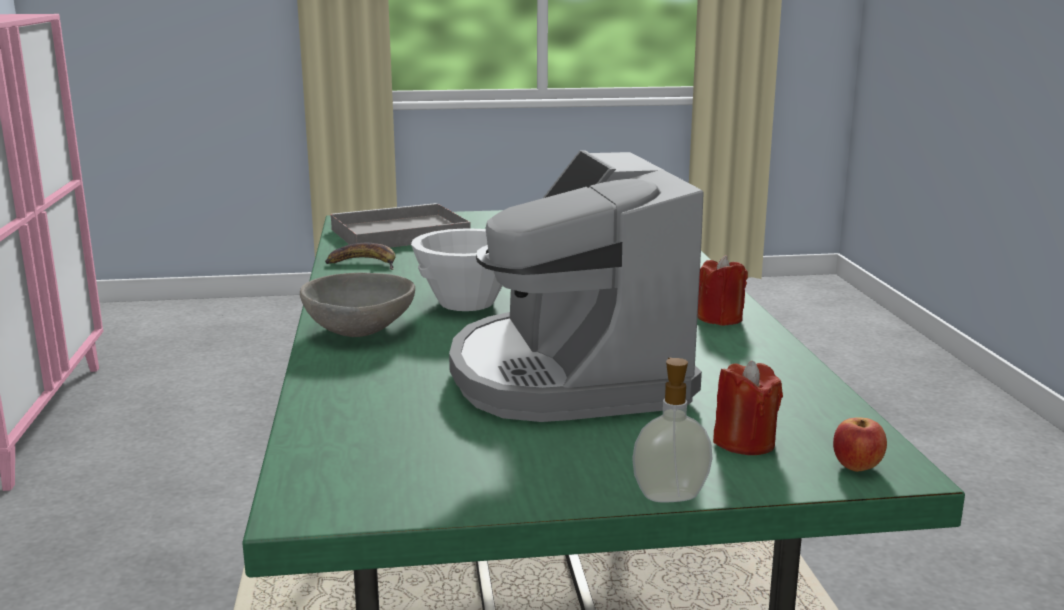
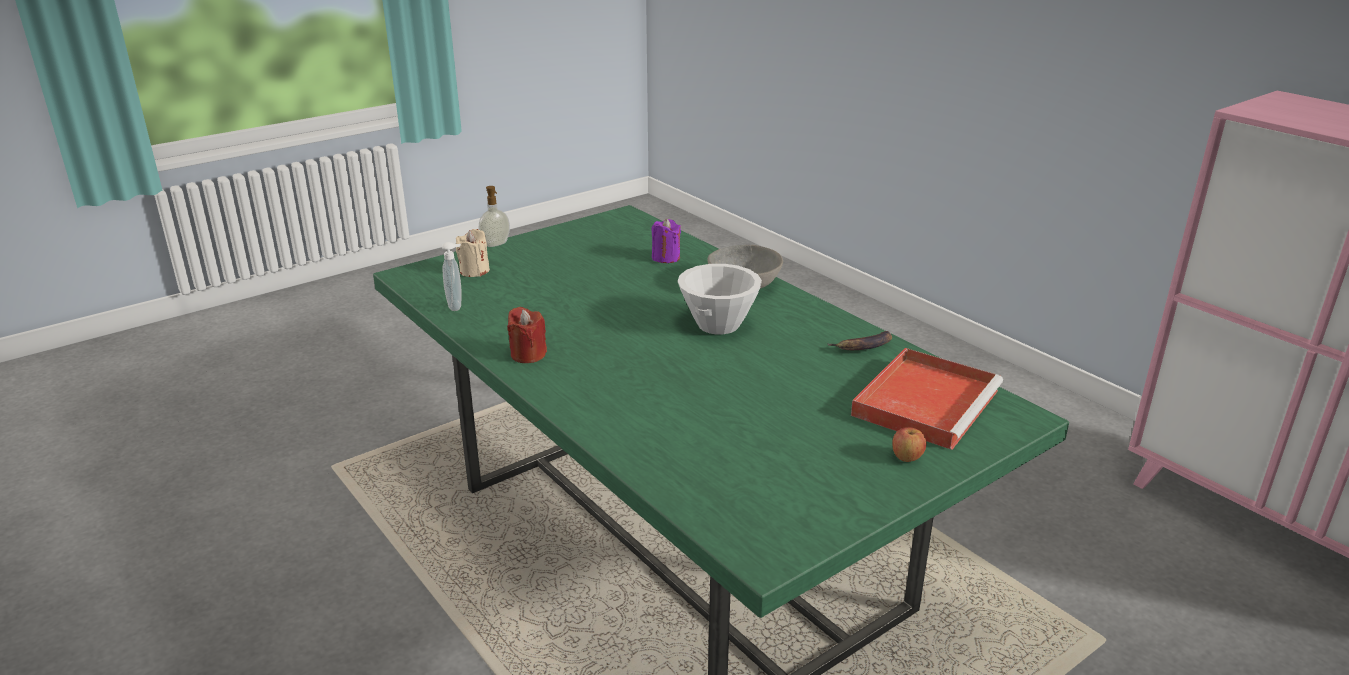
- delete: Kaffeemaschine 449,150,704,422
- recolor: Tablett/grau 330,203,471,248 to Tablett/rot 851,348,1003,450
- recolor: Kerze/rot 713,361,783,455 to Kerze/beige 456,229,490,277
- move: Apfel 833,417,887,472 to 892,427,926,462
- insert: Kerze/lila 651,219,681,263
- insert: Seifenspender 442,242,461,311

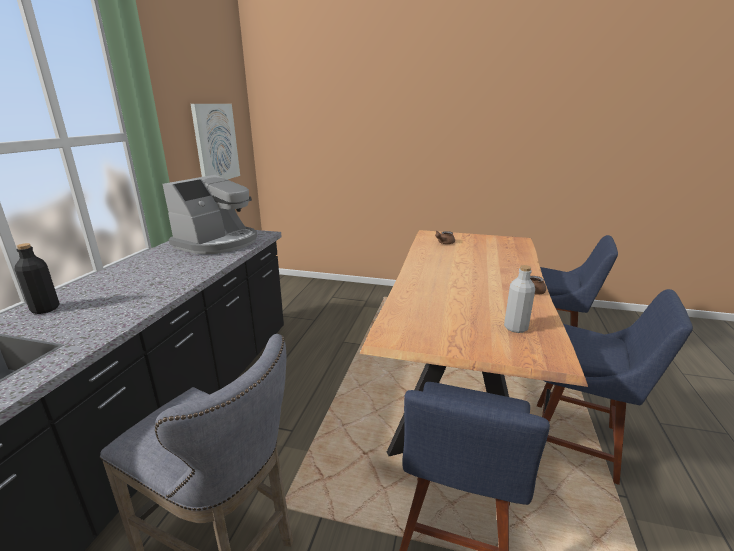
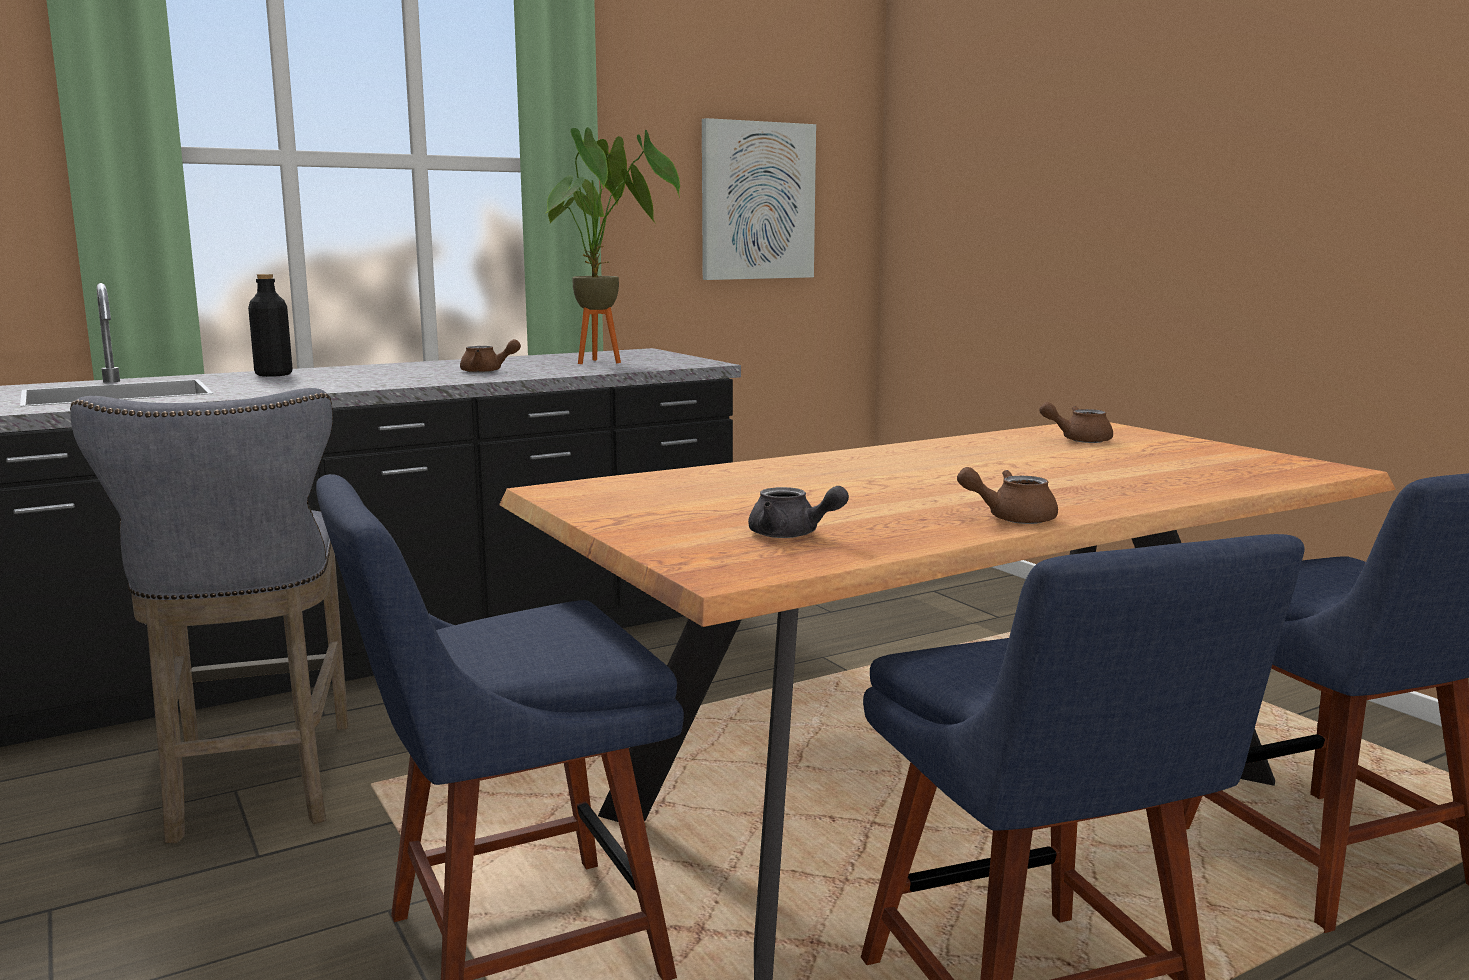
- replace: Kaffeemaschine 162,175,257,254 to Topfpflanze 545,127,680,364
- replace: Flasche/grau 504,265,535,333 to Teekanne/grau 748,486,849,538
- insert: Teekanne/braun 460,339,521,373

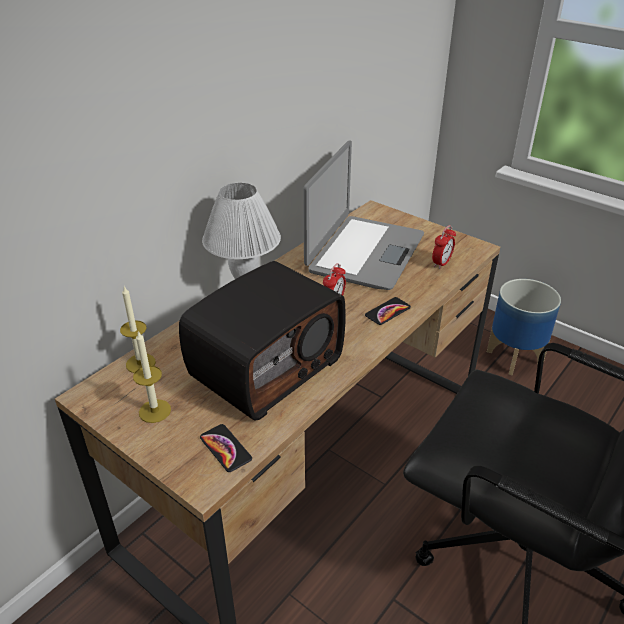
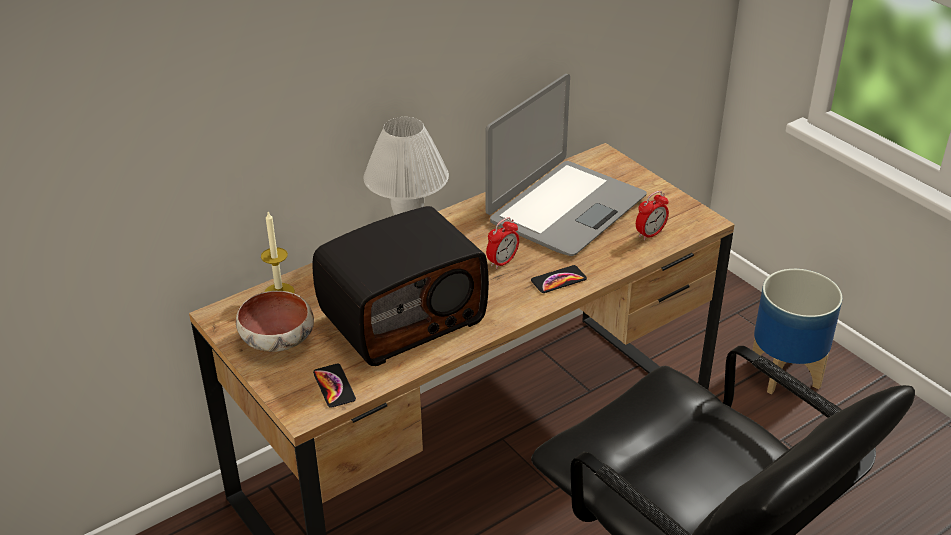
- replace: Kerze 133,330,171,423 to Schüssel 236,291,314,352

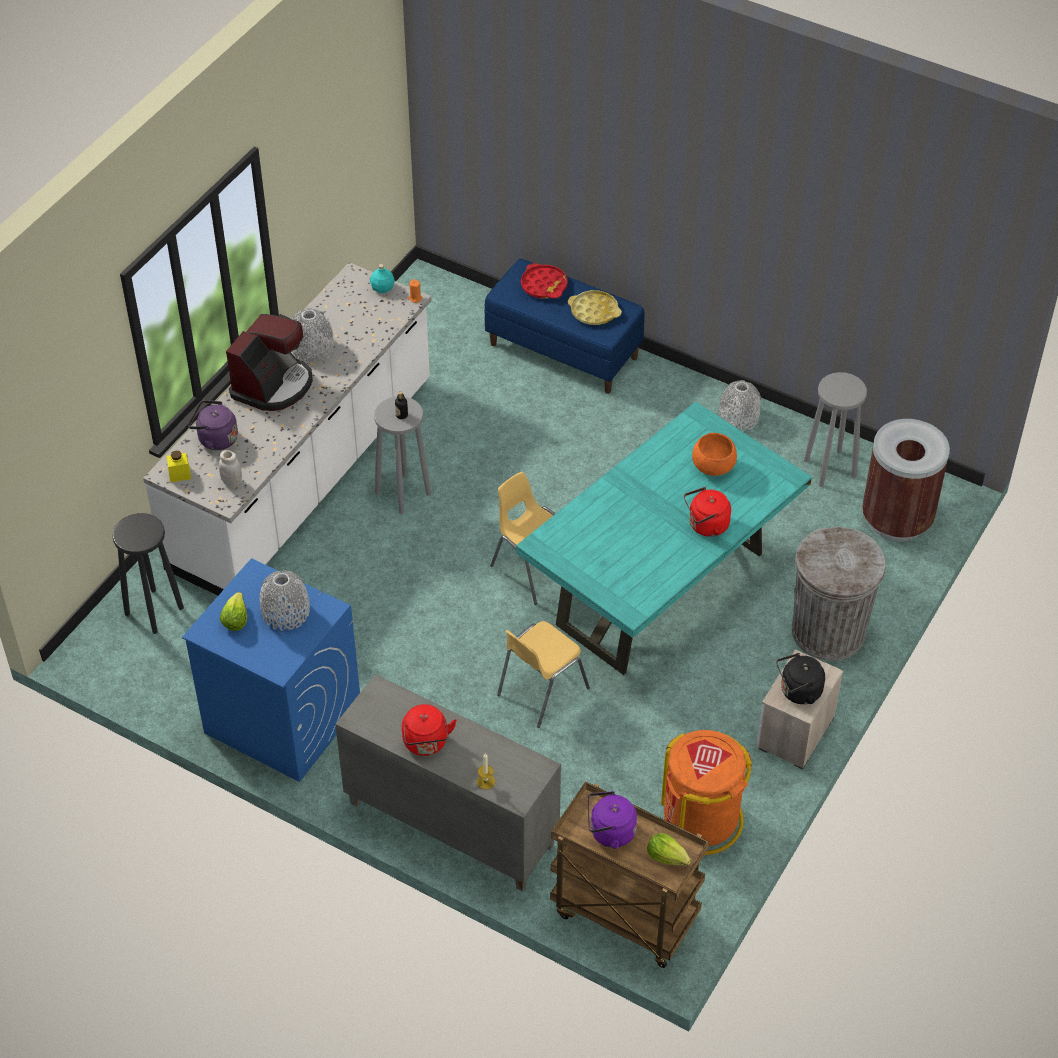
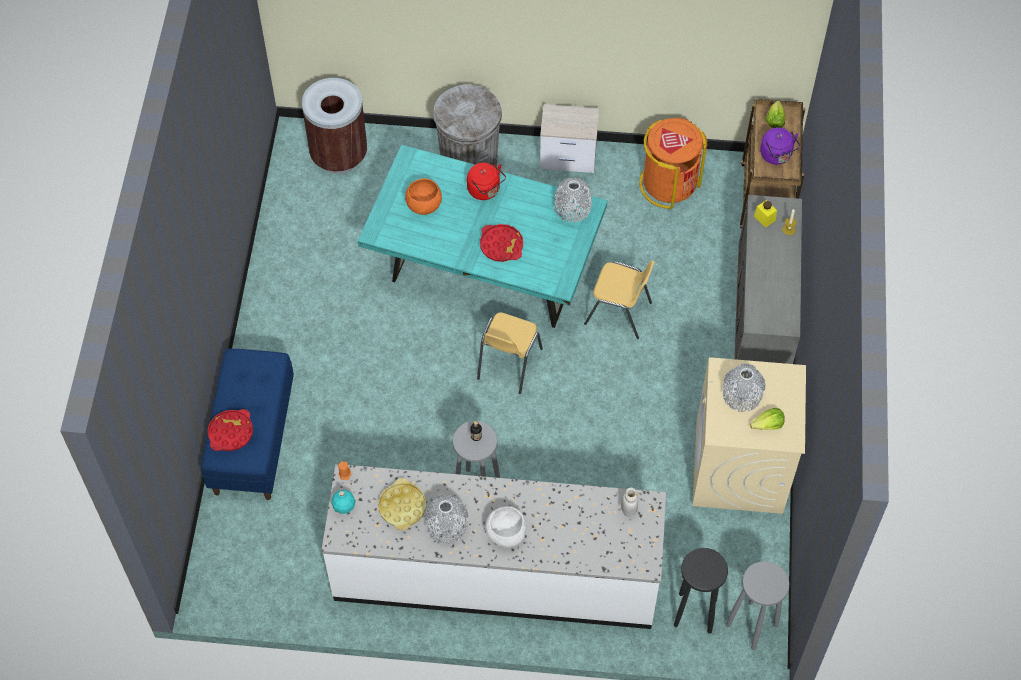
- move: Tablett/gelb 568,290,622,325 to 379,479,426,531
- replace: Kaffeemaschine 226,314,313,411 to Schüssel/weiß 485,506,527,547
- move: Hocker/grau 804,372,867,487 to 726,561,789,650
- move: Vase/grau 719,380,761,431 to 555,178,592,223
- delete: Wasserkessel/lila 188,400,238,450
- move: Vorratsglas/gelb 167,450,191,482 to 754,200,777,228
- recolor: Waschmaschine/blau 182,558,360,782 to Waschmaschine/beige 693,357,806,514
- delete: Wasserkessel/schwarz 776,653,825,704
- delete: Wasserkessel/rot 402,704,457,756
- insert: Tablett/rot 480,224,523,262

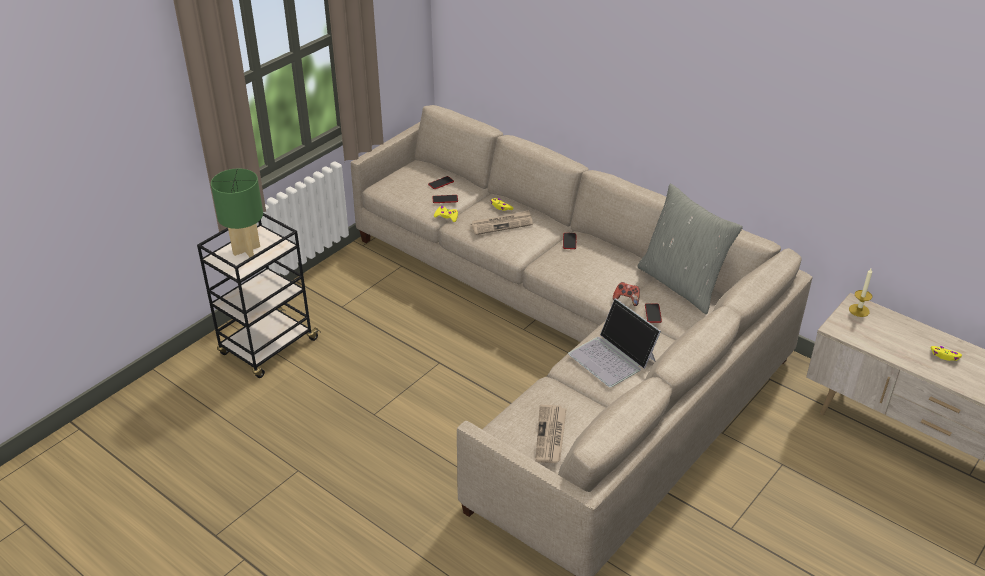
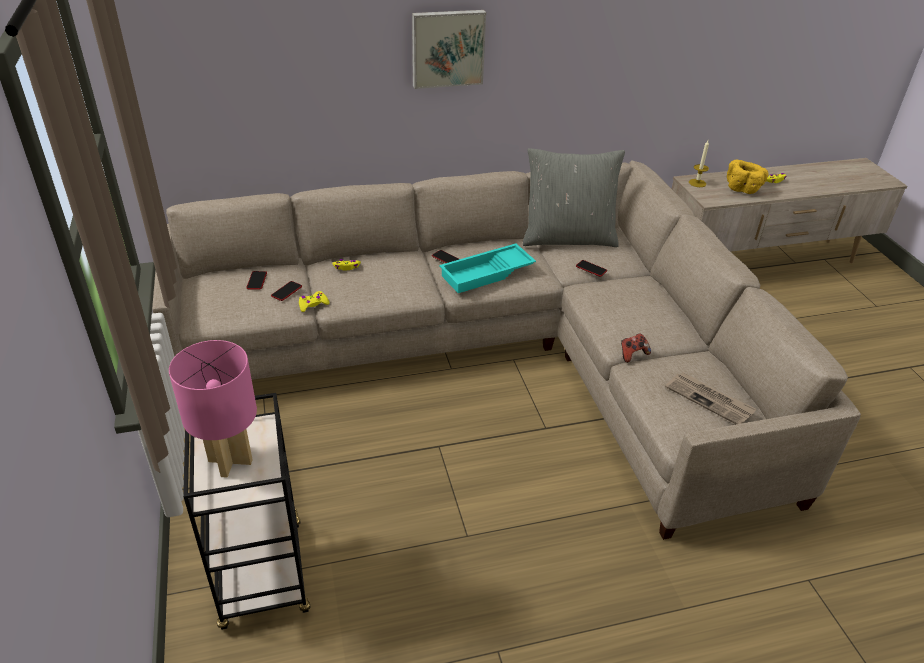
- recolor: Tischlampe/grün 211,168,263,257 to Tischlampe/rosa 169,340,257,478
- delete: Zeitung 471,210,533,235
- move: Gamepad 613,282,640,306 to 621,333,651,363
- delete: Laptop 568,298,661,387
- insert: Bild 412,10,486,89
- insert: Schüssel/gelb 727,160,769,194
- insert: Tablett/türkis 439,244,536,293

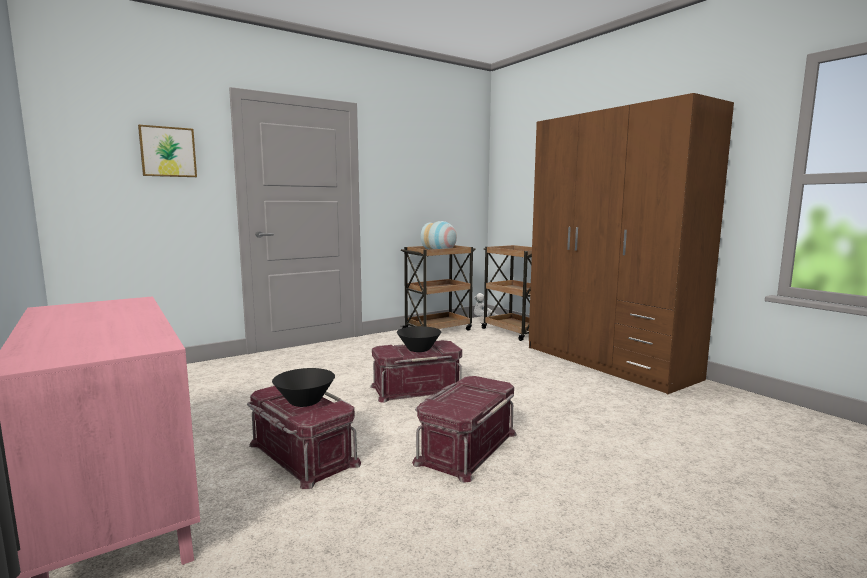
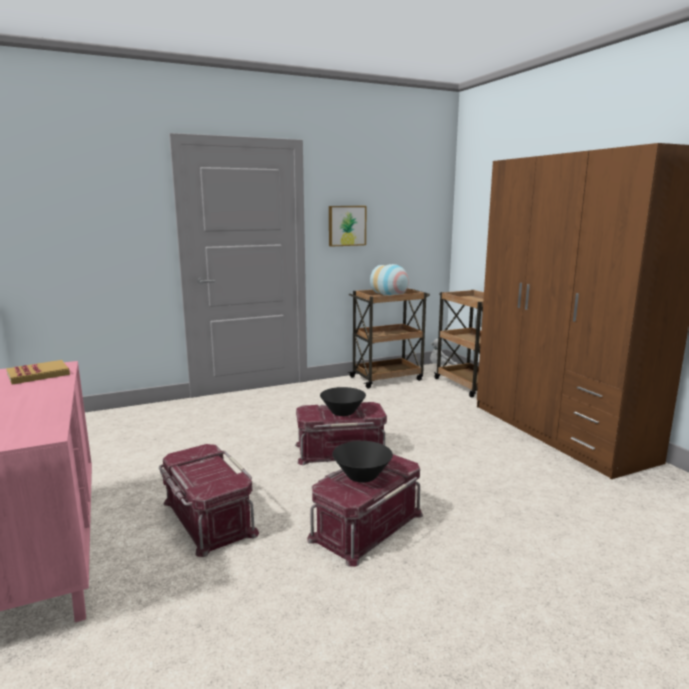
- move: Bild 138,125,197,177 to 329,206,367,247
- move: Schüssel/schwarz 272,368,335,407 to 332,441,393,483
- insert: Buch 6,360,70,384

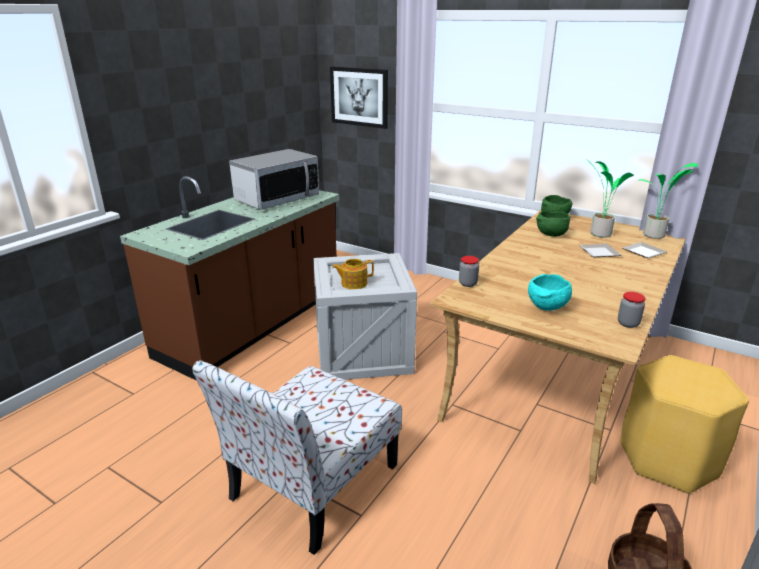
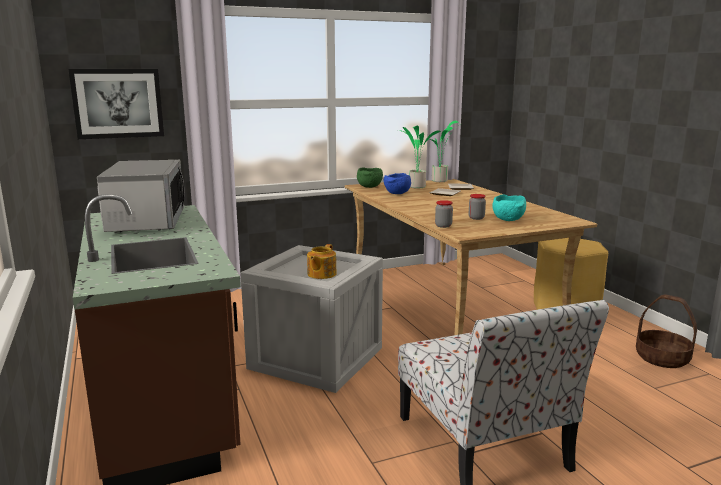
- recolor: Schüssel/grün 536,211,571,237 to Schüssel/blau 384,173,411,194
- move: Vorratsglas 618,292,646,328 to 469,194,486,220

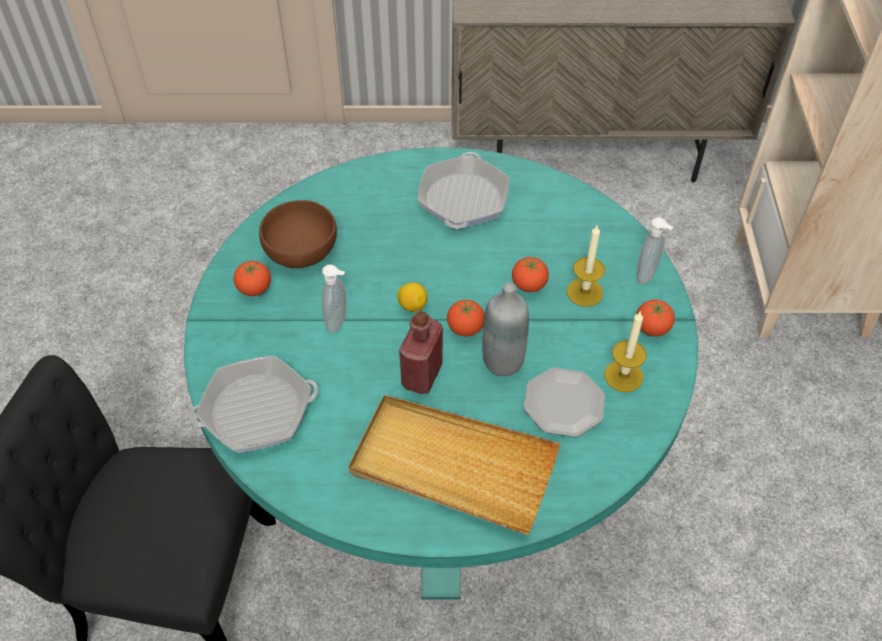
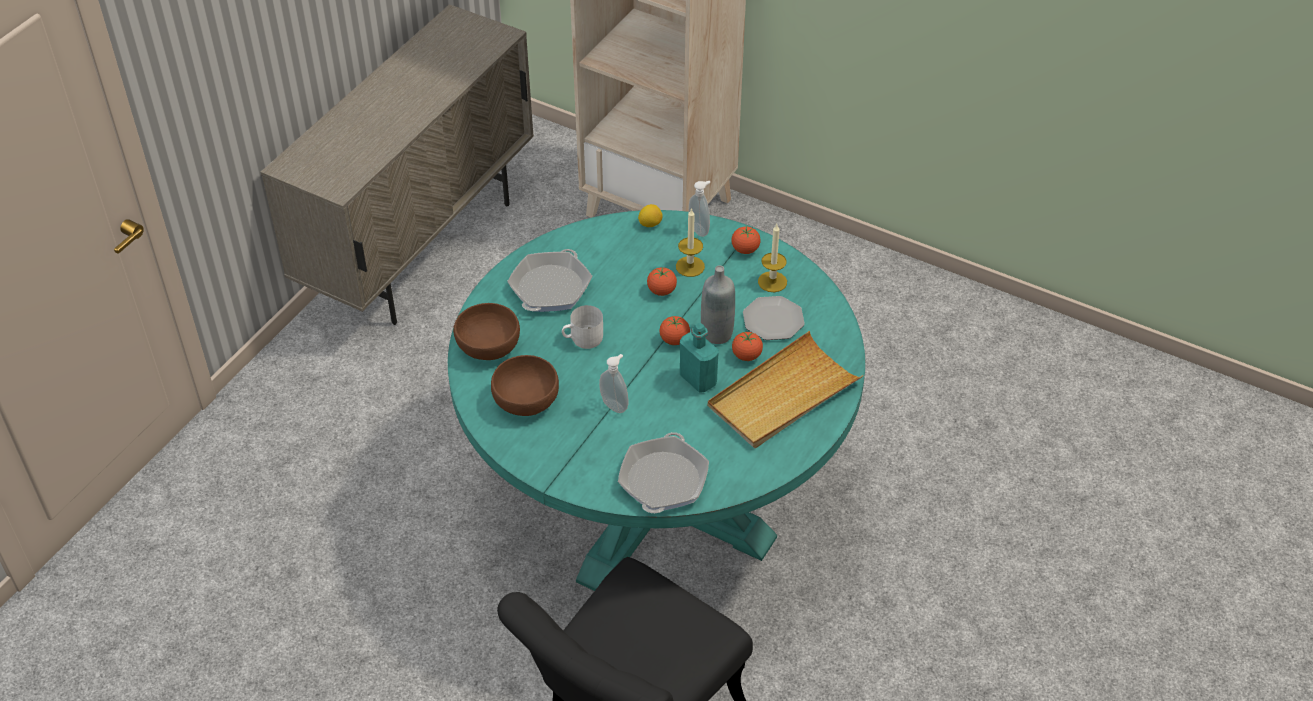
- rotate: Pfanne 417,152,509,229 = 507,249,593,312 105 degrees counterclockwise
- move: Tomate 234,261,271,296 to 732,332,763,361
- move: Zitrone 397,282,427,312 to 638,204,663,227
- recolor: Flasche/rot 399,311,443,394 to Flasche/türkis 680,323,719,392
- insert: Schüssel/braun 453,303,520,360
- insert: Henkelbecher/weiß 562,305,603,349

